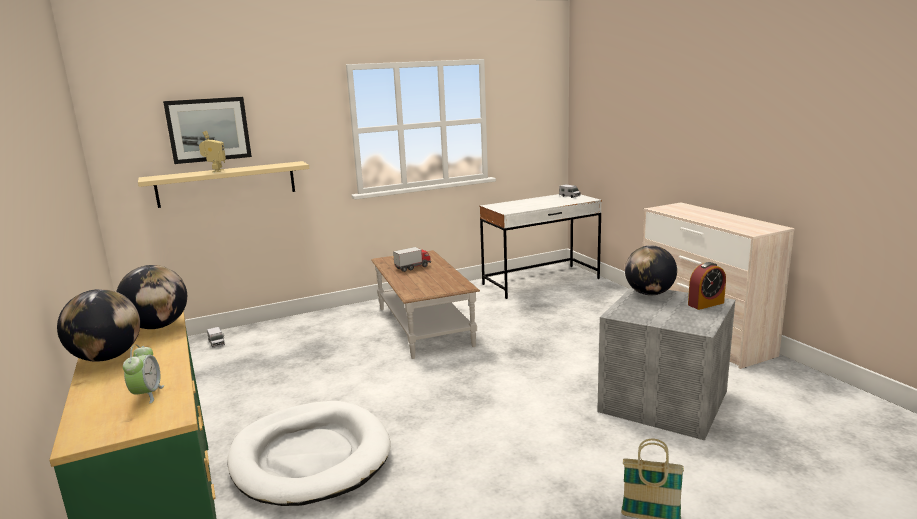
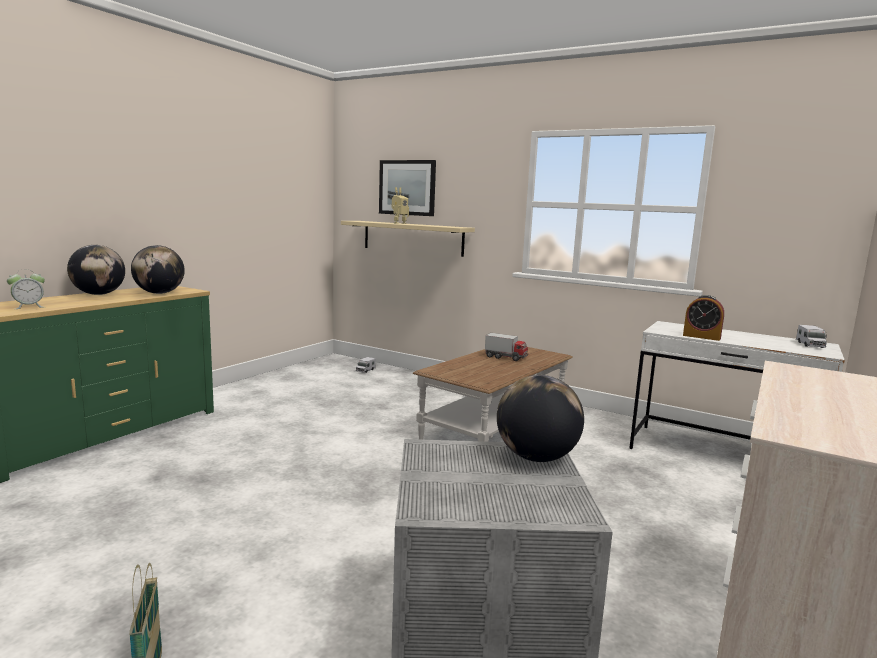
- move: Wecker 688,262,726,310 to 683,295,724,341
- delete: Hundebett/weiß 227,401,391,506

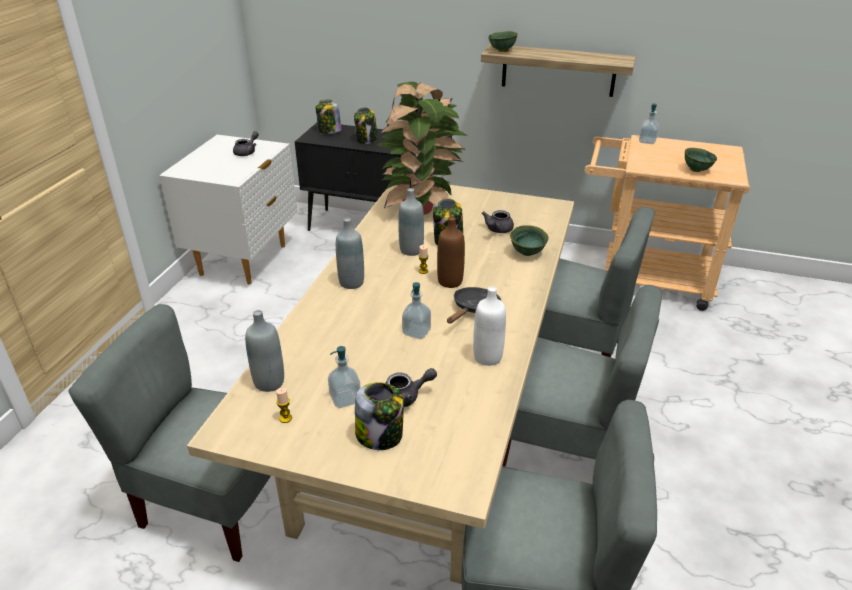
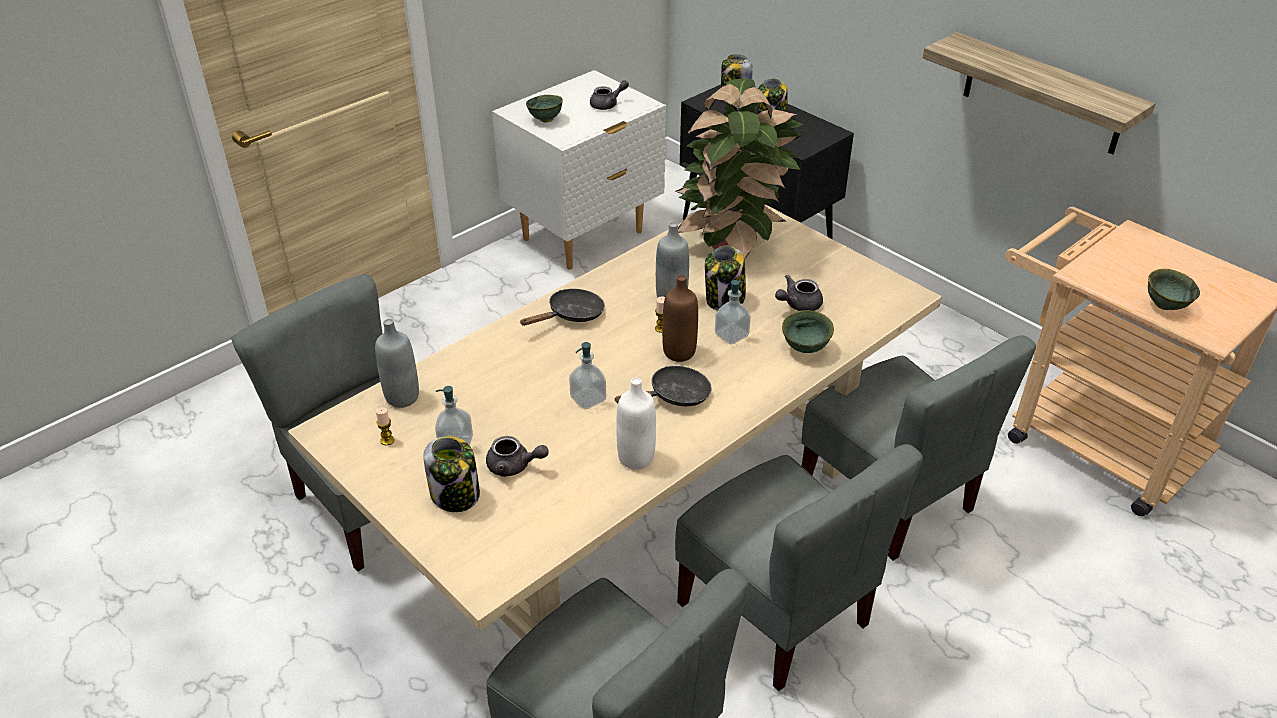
- move: Schüssel/grün 488,31,518,52 to 526,95,563,122
- move: Seifenspender 639,104,659,144 to 715,280,751,344
- replace: Flasche/grau 336,218,364,289 to Pfanne/schwarz 520,289,605,326

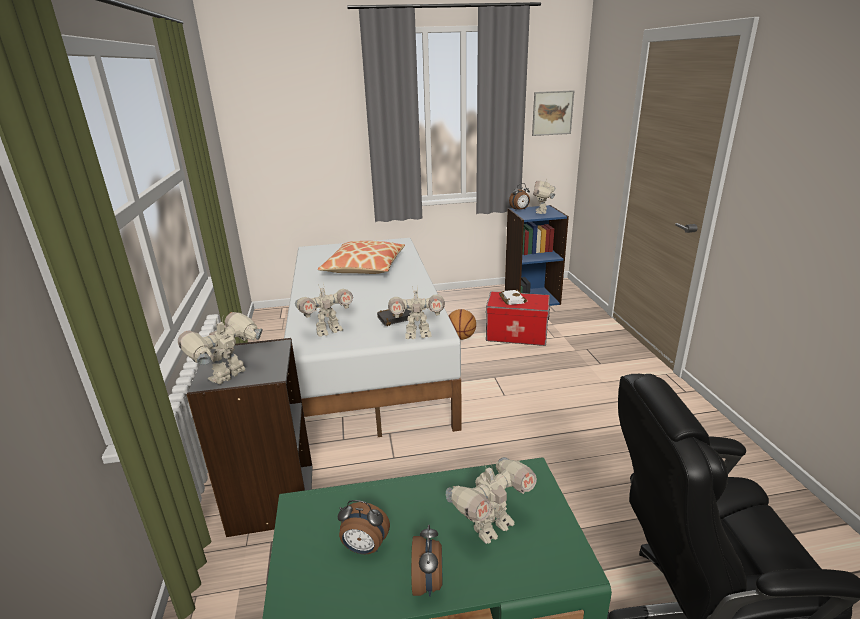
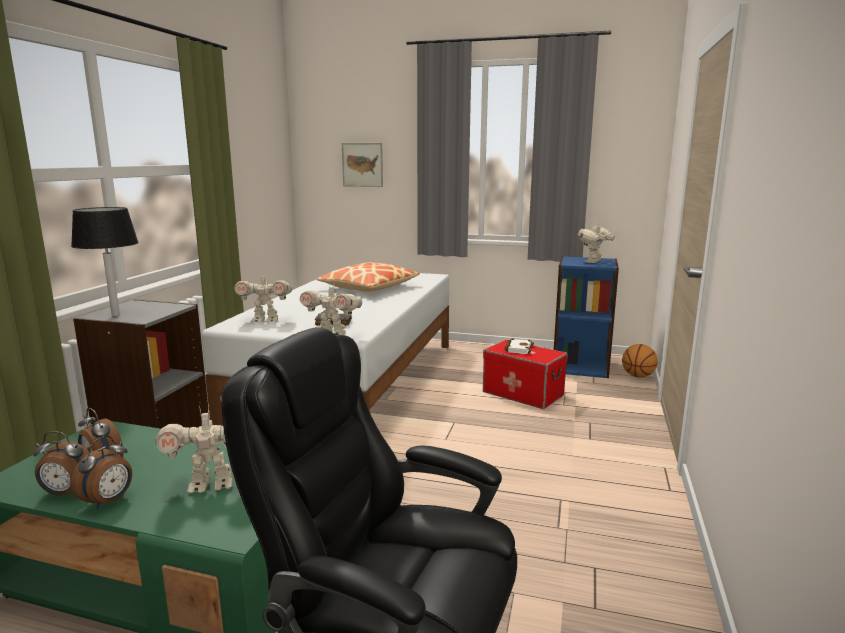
- move: Bild 532,90,574,136 to 342,143,383,187
- move: Wecker 509,183,530,210 to 33,431,89,496
- move: Basketball 449,309,476,340 to 622,344,658,378
- replace: Spielzeugroboter 178,312,263,384 to Tischlampe/schwarz 71,207,139,316

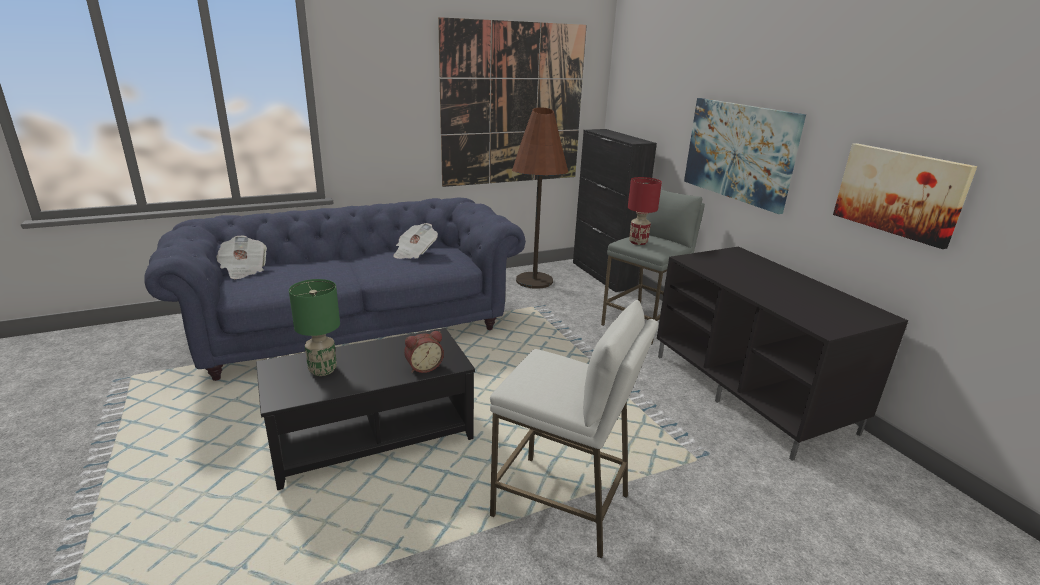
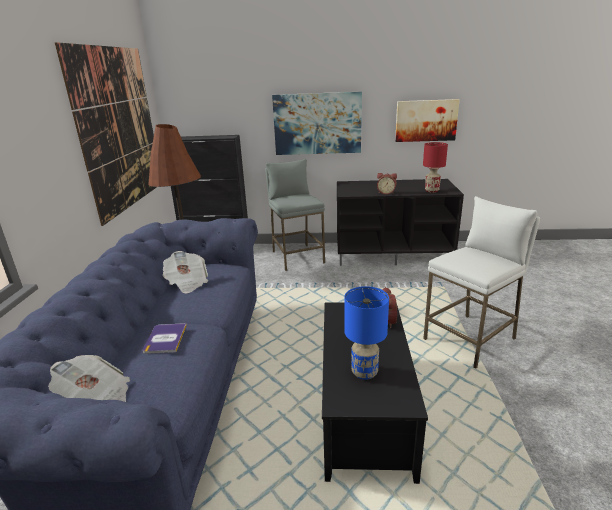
- move: Tischlampe/rot 628,177,662,245 to 423,142,448,193
- recolor: Tischlampe/grün 289,279,340,376 to Tischlampe/blau 344,286,389,380
- insert: Wecker 377,173,397,194
- insert: Buch 143,323,187,354

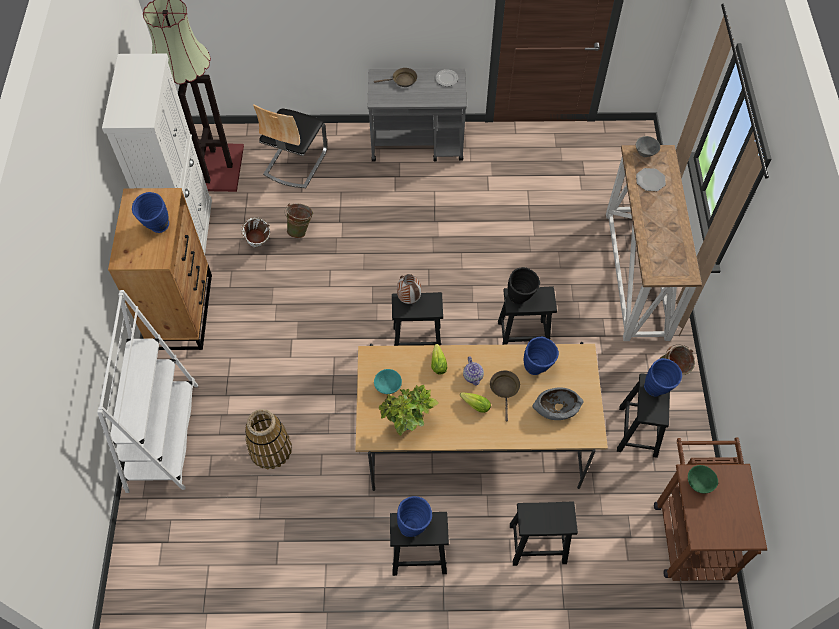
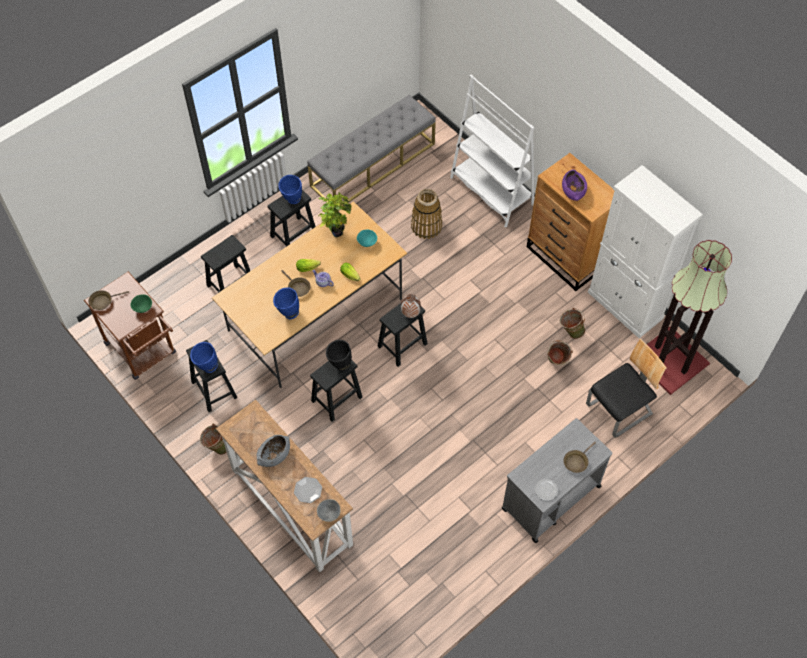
- rotate: Stuhl 253,104,327,188 = 586,339,666,438 75 degrees clockwise
- replace: Vase/blau 132,192,169,233 to Schüssel/lila 562,169,587,201
- recolor: Eimer/weiß 241,217,270,247 to Eimer/grün 560,308,585,339
- move: Schüssel/grau 533,387,583,420 to 257,435,290,467
- insert: Bank/grau 307,95,436,207
- insert: Pfanne/braun 88,290,129,310

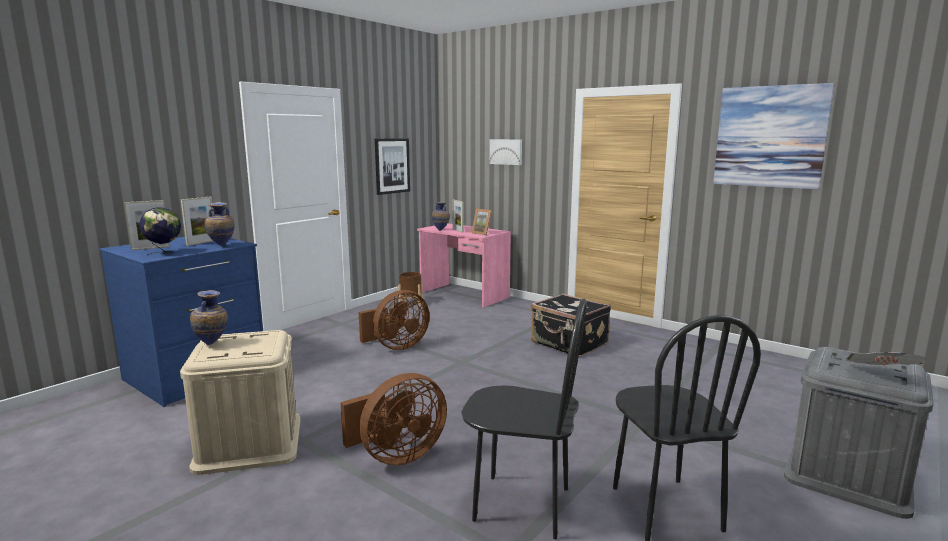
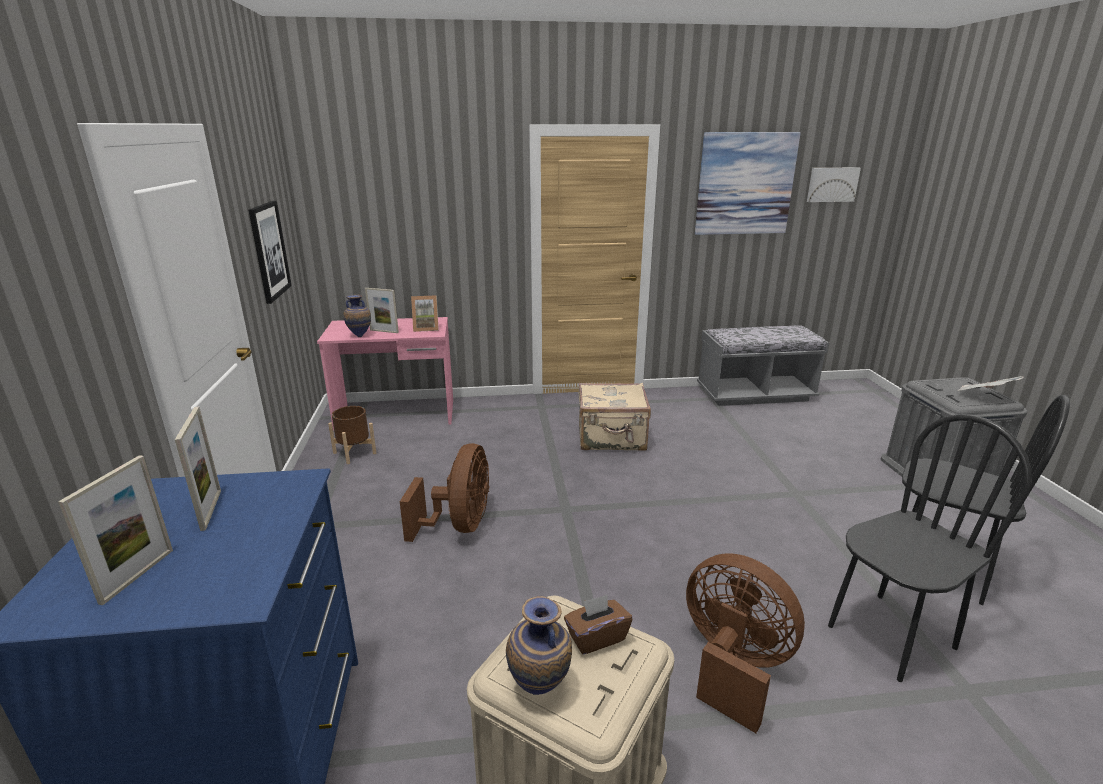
- move: Bild 489,139,522,165 to 807,167,861,202
- delete: Vase 205,202,235,246
- delete: Globus 139,207,181,256
- recolor: Koffer/schwarz 531,294,611,357 to Koffer/beige 579,383,651,451
- rotate: Ventilator/braun 341,373,447,465 = 686,553,805,733 60 degrees counterclockwise
- insert: Bank/grau 697,325,829,406
- insert: Taschentuchbox/braun 564,595,632,654

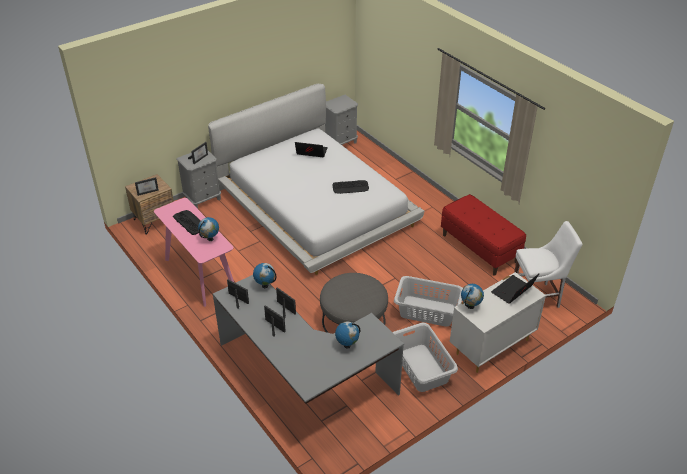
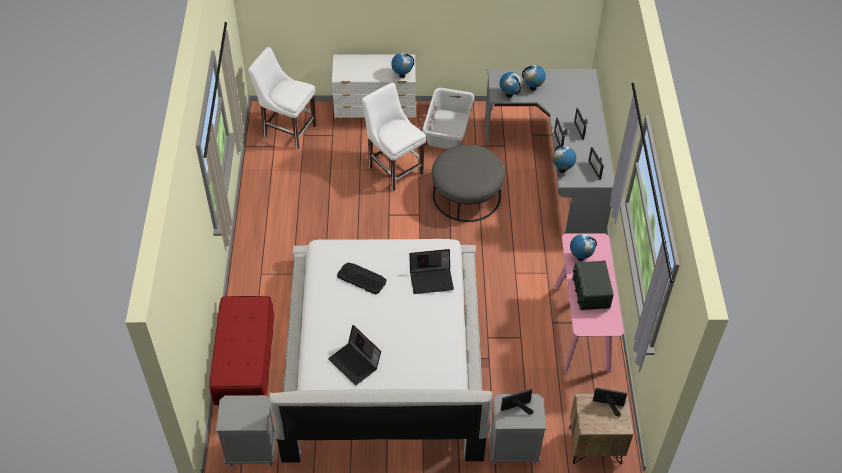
- move: Bank/rot 441,194,526,276 to 209,296,274,408
- replace: Tastatur 173,210,201,235 to Radio 572,261,613,310
- move: Laptop 491,274,539,304 to 409,249,454,294
- replace: Wäschekorb/grau 394,276,463,327 to Stuhl/weiß 362,83,426,191
- insert: Globus 499,72,522,98

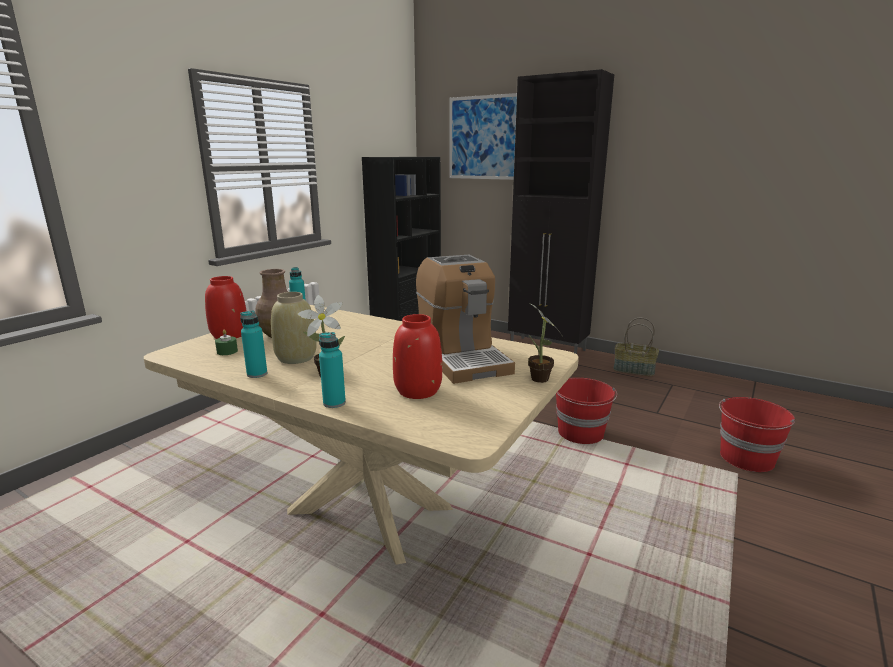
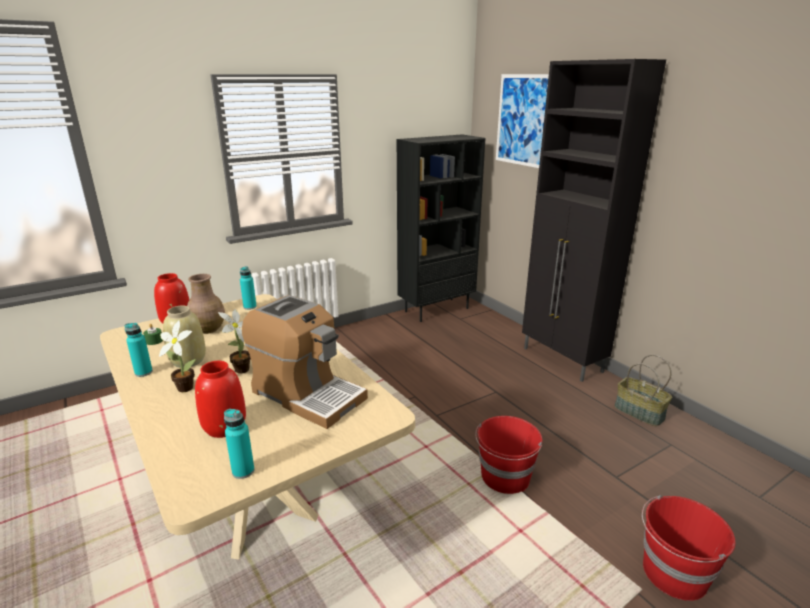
- rotate: Kaffeemaschine 416,255,515,384 = 242,295,368,429 60 degrees counterclockwise
- move: Topfpflanze 528,303,562,383 to 218,309,251,374
- move: Flasche/türkis 319,332,346,408 to 224,409,254,479

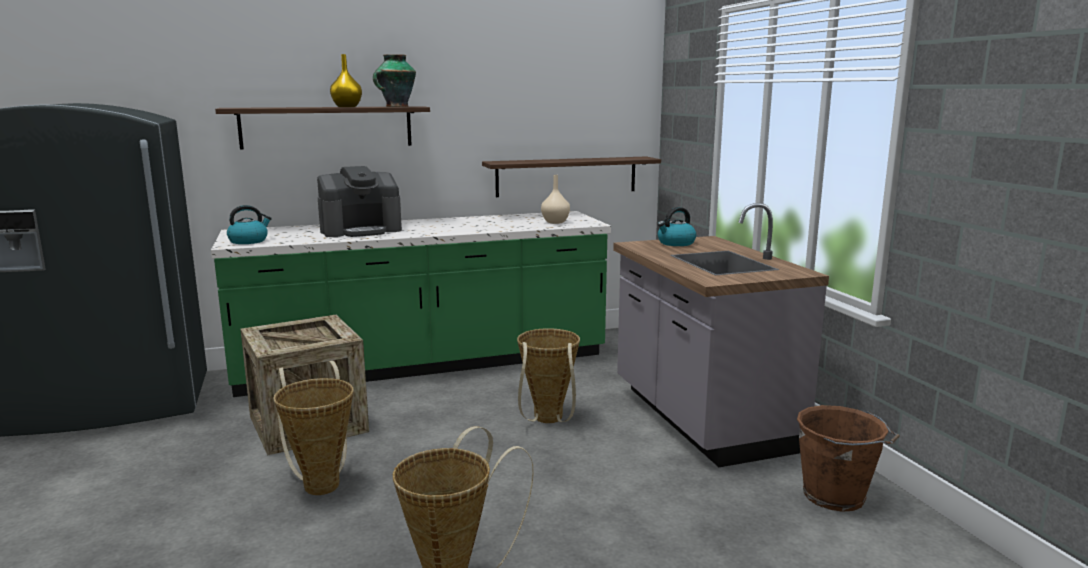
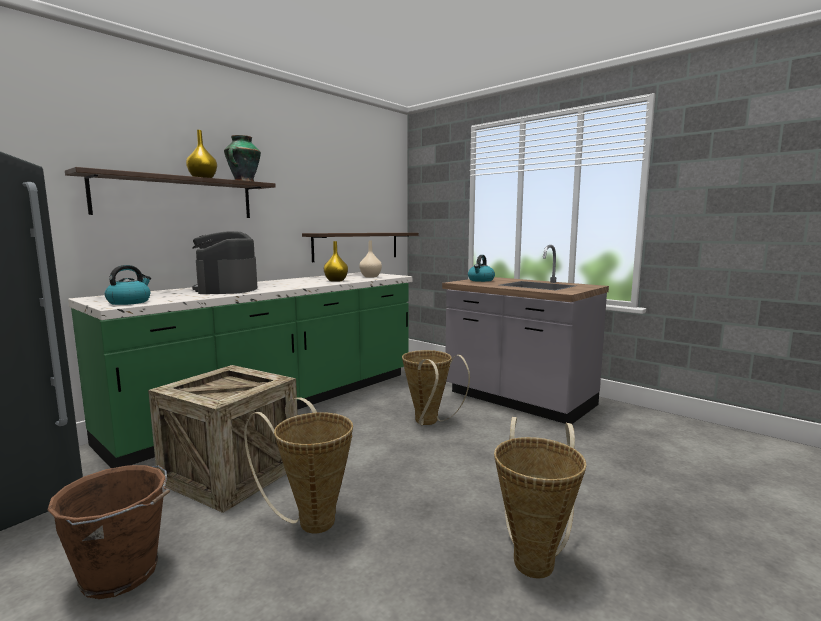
- rotate: Kaffeemaschine 317,166,402,237 = 192,231,257,294 135 degrees clockwise
- move: Eimer/braun 797,405,900,512 to 47,465,170,599
- insert: Vase/gelb 324,241,348,282

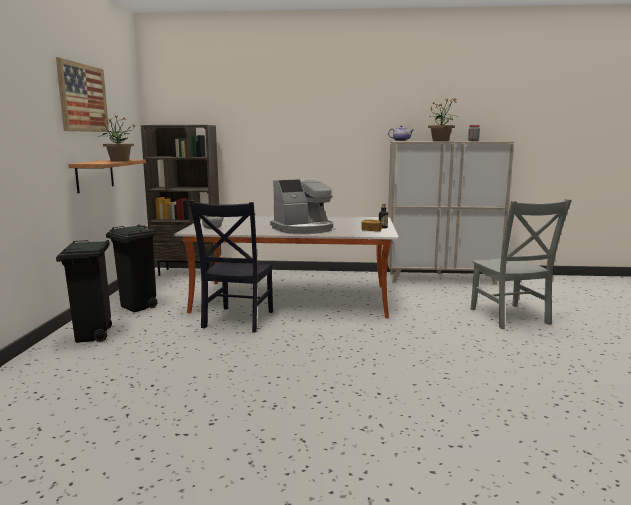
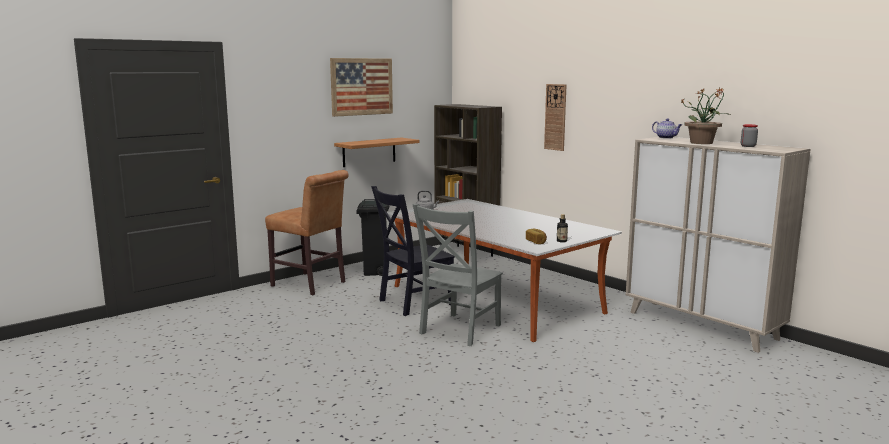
- delete: Topfpflanze 98,113,136,161
- delete: Kaffeemaschine 270,178,333,234
- move: Stuhl/grau 470,199,572,329 to 412,204,503,346
- replace: Mülleimer/schwarz 56,240,112,343 to Stuhl/braun 265,170,349,296
- insert: Wanduhr 544,84,567,151

